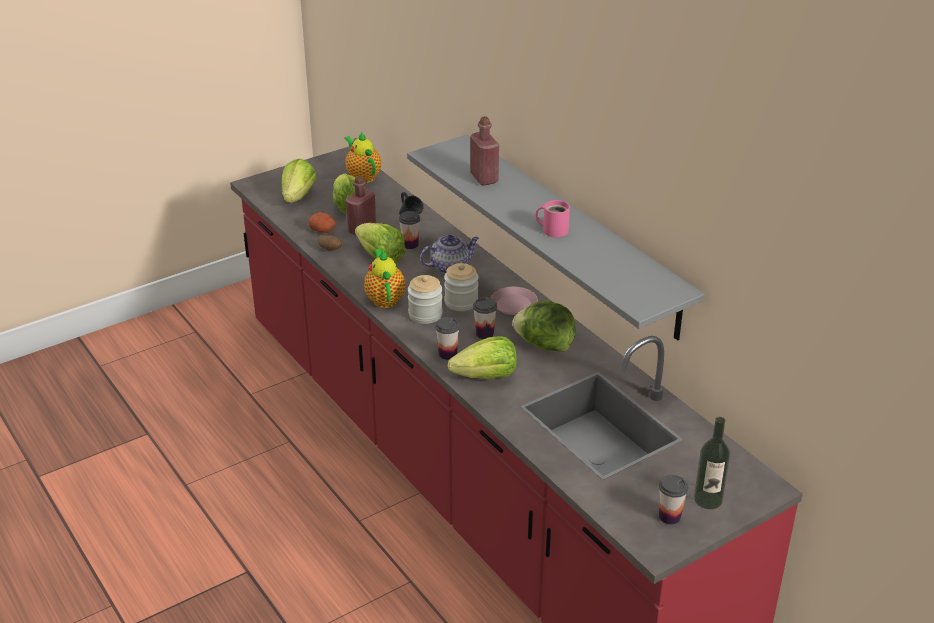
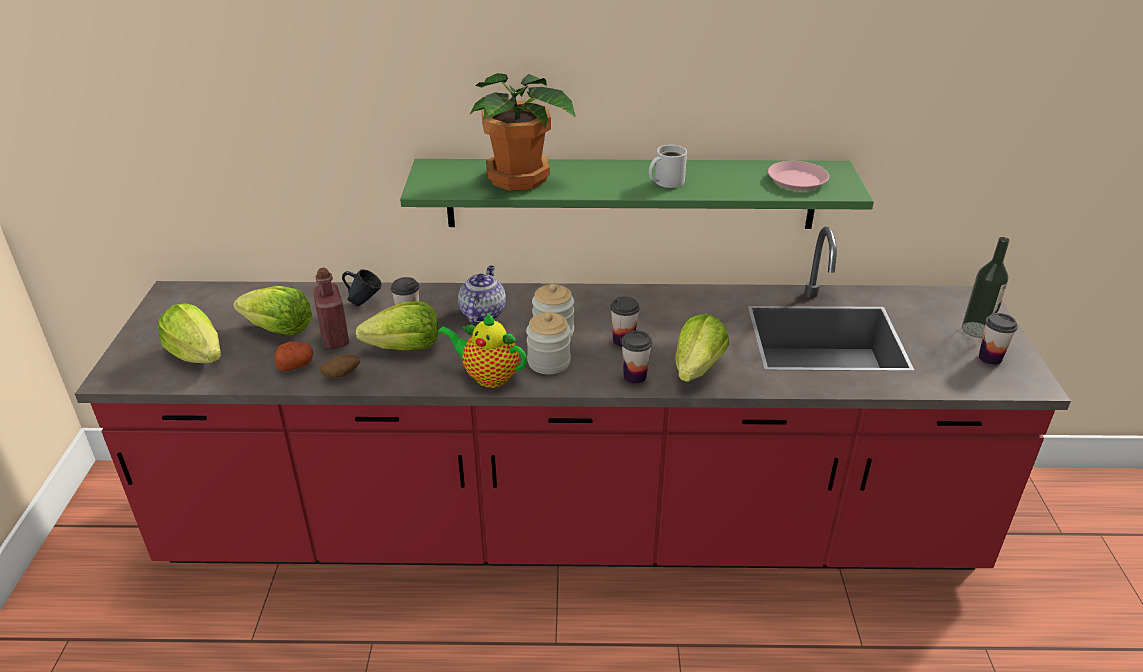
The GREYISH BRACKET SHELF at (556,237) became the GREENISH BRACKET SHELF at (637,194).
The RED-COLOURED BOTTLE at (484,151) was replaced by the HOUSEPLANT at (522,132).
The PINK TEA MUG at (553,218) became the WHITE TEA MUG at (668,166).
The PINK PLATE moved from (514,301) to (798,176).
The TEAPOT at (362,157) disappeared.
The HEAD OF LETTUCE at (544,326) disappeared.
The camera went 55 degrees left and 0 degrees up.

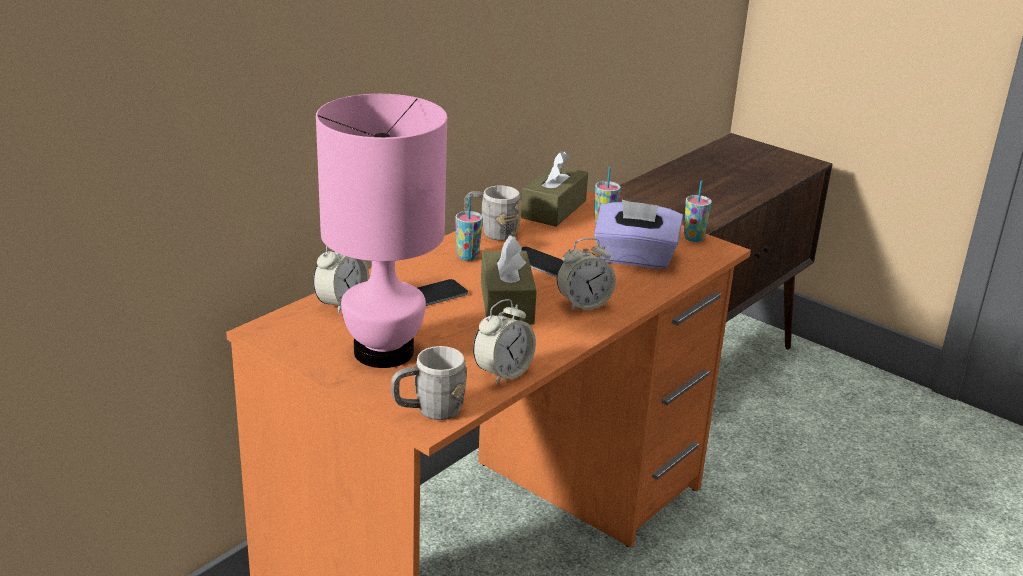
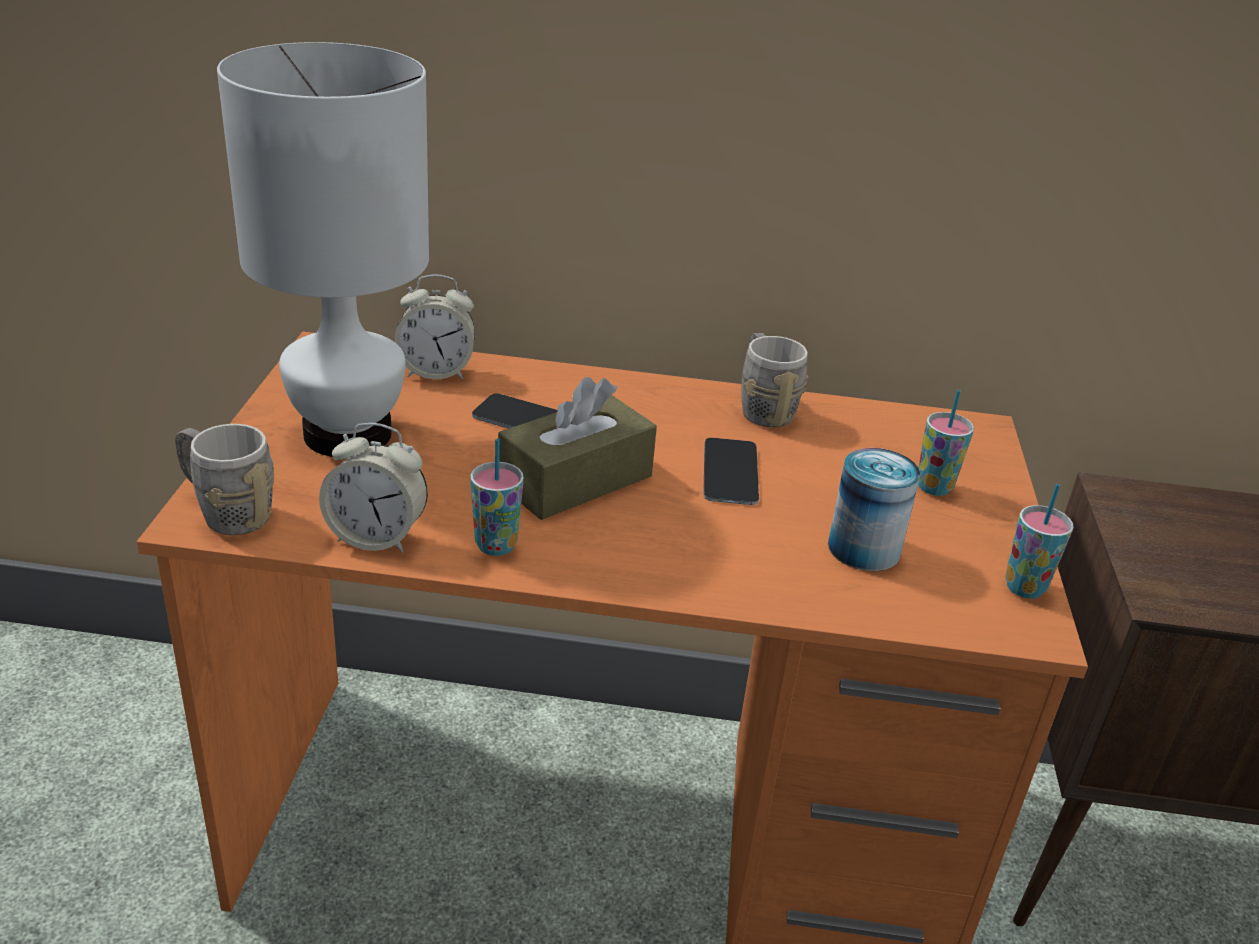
The PINK TABLE LAMP at (381,231) became the WHITE TABLE LAMP at (323,249).
The DRINKING CUP moved from (469,228) to (497,497).
The PURPLE TISSUE HOLDER at (638,234) was replaced by the METAL CAN at (874,509).
The BROWN TISSUE HOLDER at (554,189) disappeared.
The BEDSIDE CLOCK at (586,275) disappeared.
The camera went 55 degrees right and 5 degrees up.

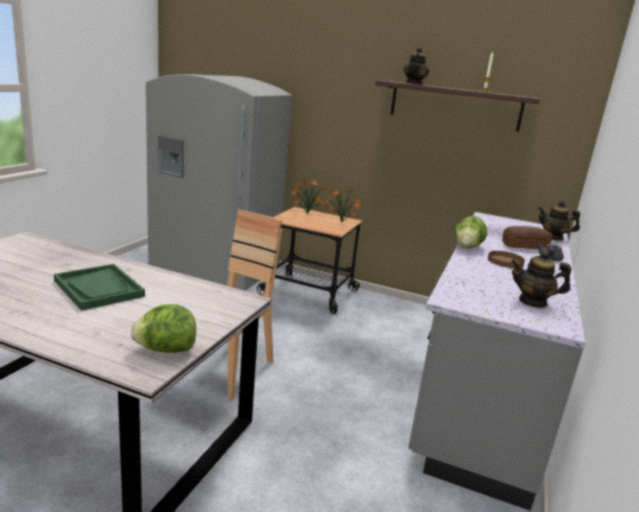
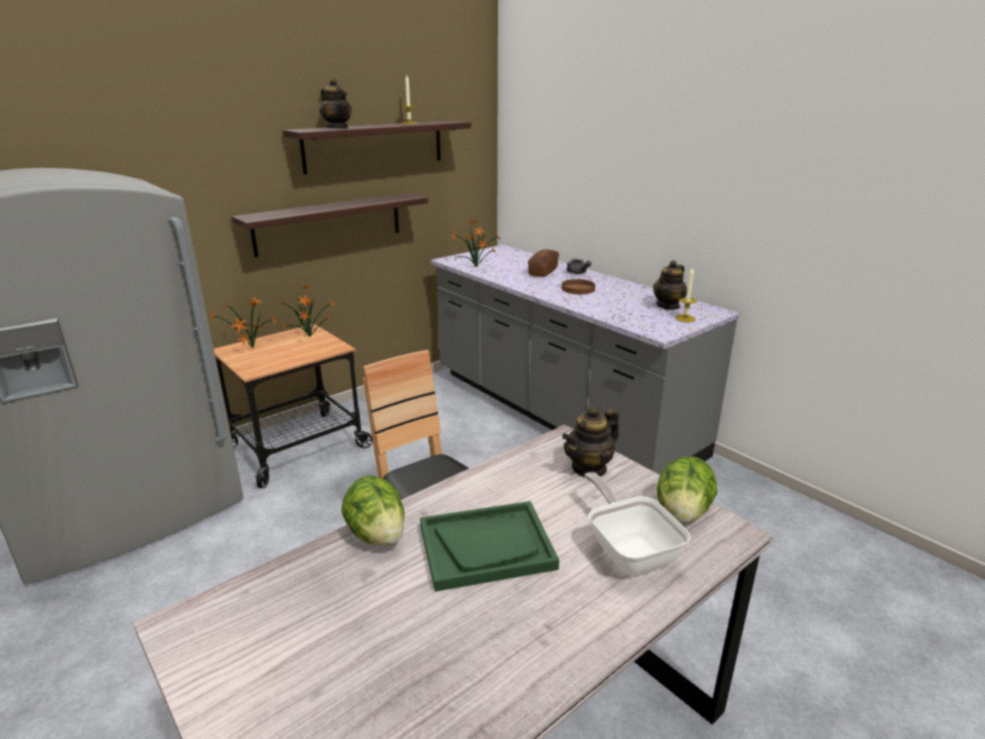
The BRACKET SHELF at (329,225) appeared.
The HEAD OF LETTUCE moved from (470,232) to (373,510).
The HOUSEPLANT at (476,243) appeared.
The TEAPOT moved from (559,220) to (590,442).
The SKILLET at (638,523) appeared.
The CANDLE at (686,294) appeared.
The camera went 60 degrees left and 5 degrees up.

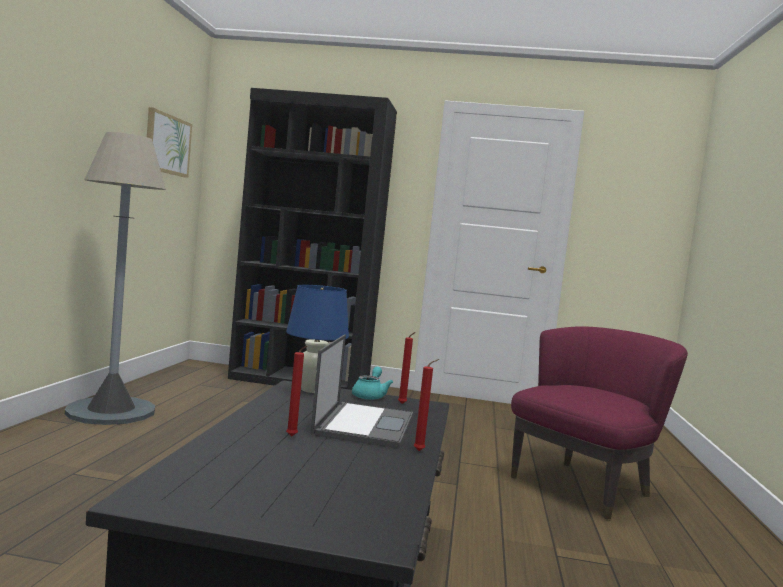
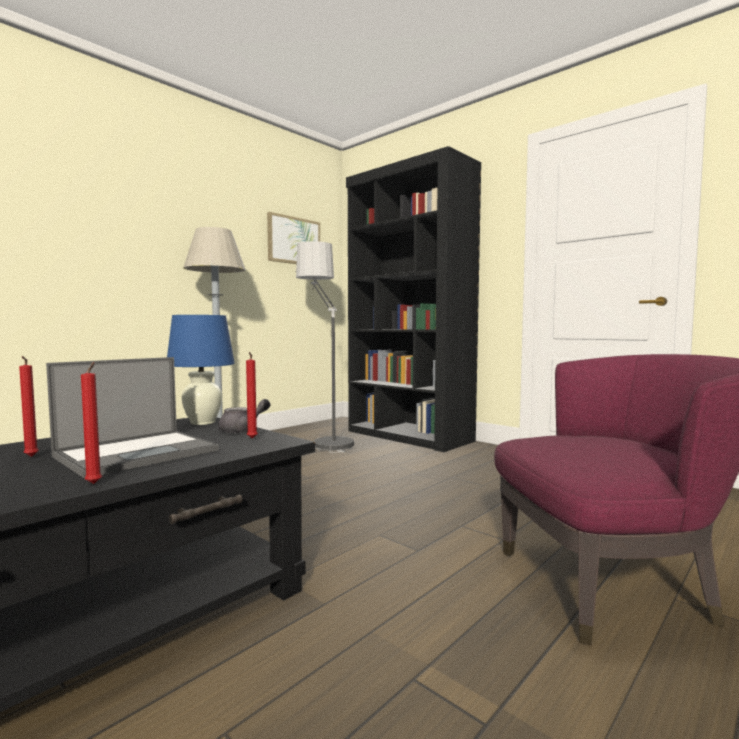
The BLUE-GREEN TEAPOT at (372,383) became the GREYISH TEAPOT at (244,416).
The STANDING LAMP at (324,347) appeared.
The camera went 35 degrees right and 0 degrees up.

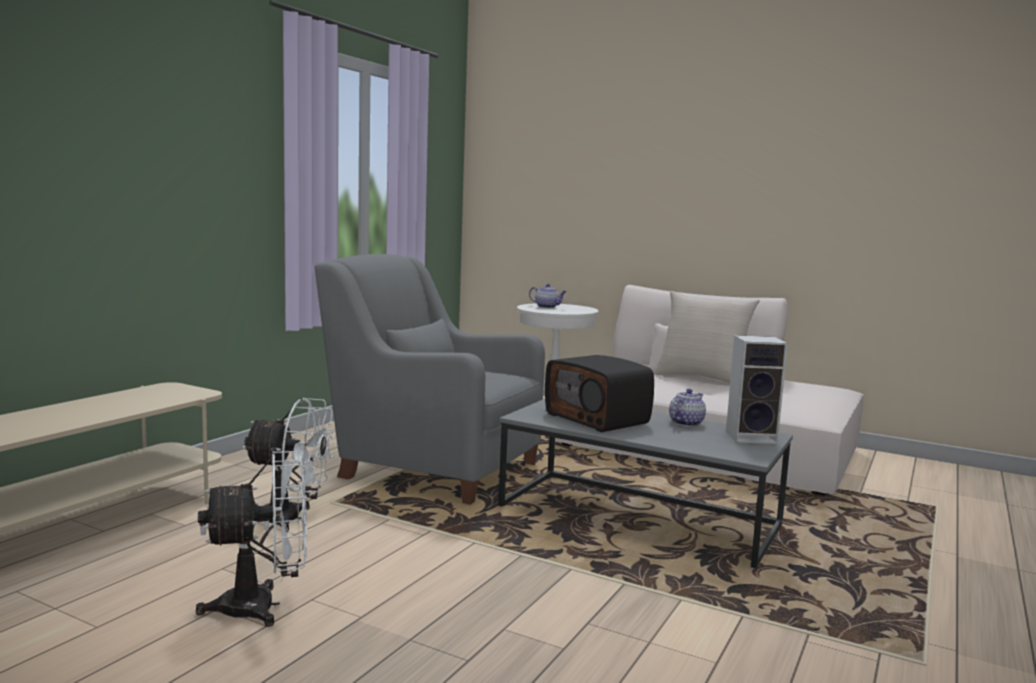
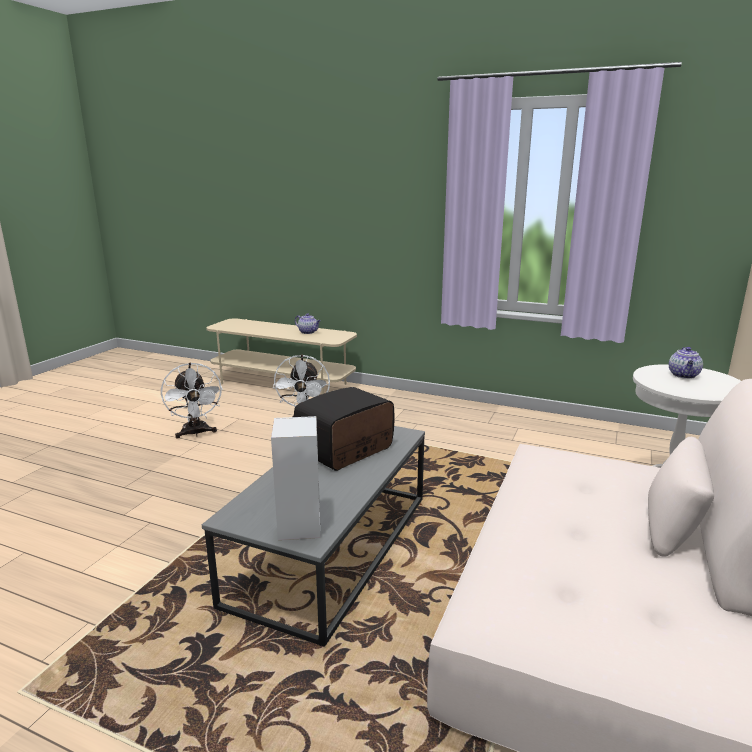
The TEAPOT moved from (687,408) to (308,323).
The GREYISH EASY CHAIR at (430,379) disappeared.
The BEIGE-COLOURED THROW PILLOW at (707,337) disappeared.
The camera went 85 degrees right and 10 degrees up.

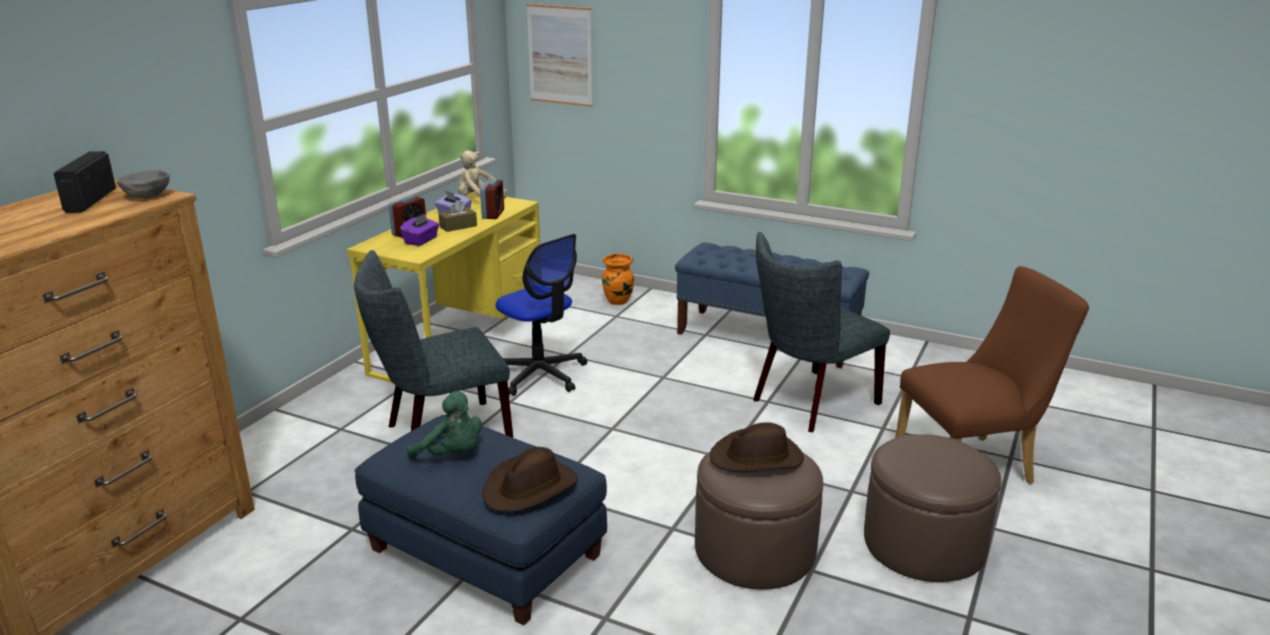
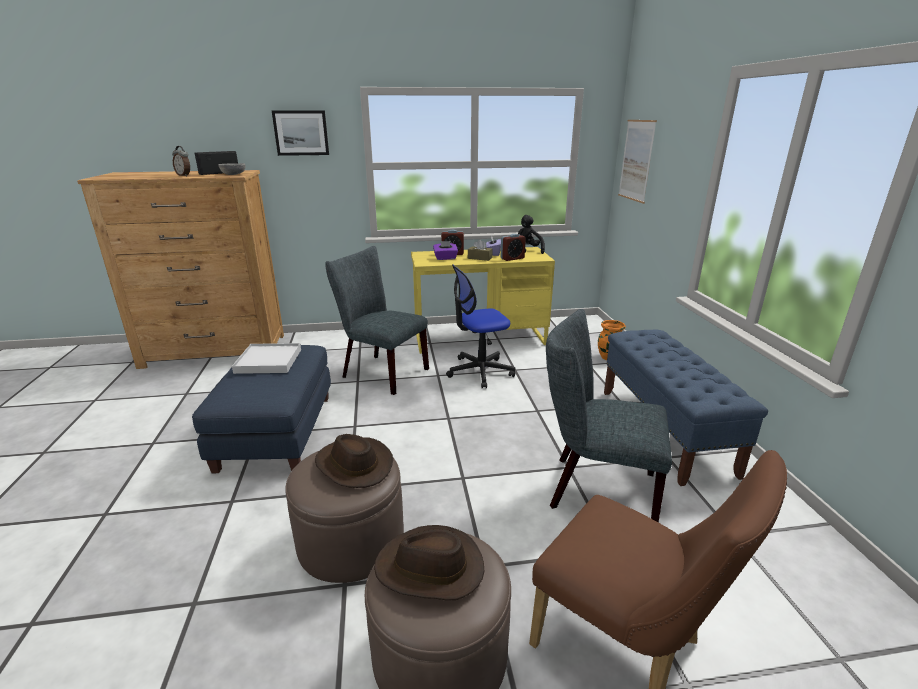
The BEDSIDE CLOCK at (181,161) appeared.
The GREENISH SOFT TOY at (444,425) was replaced by the WHITE CARRYING TRAY at (266,358).
The PICTURE at (300,133) appeared.
The BROWN CLOTHING HAT moved from (530,480) to (429,562).
The COMPUTER CHAIR at (541,315) turned 60 degrees clockwise.
The BEIGE-COLOURED SOFT TOY at (482,174) became the BLACKISH SOFT TOY at (531,234).
The camera went 55 degrees right and 0 degrees up.

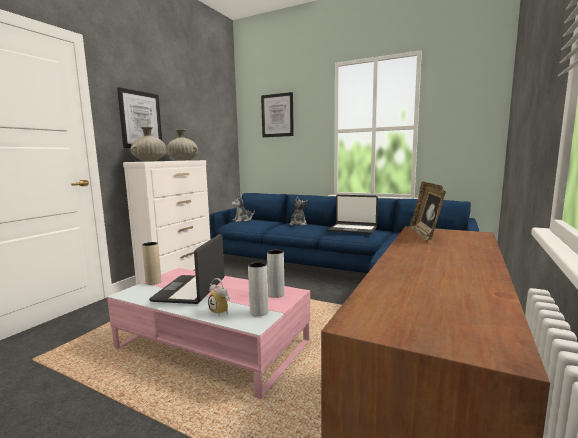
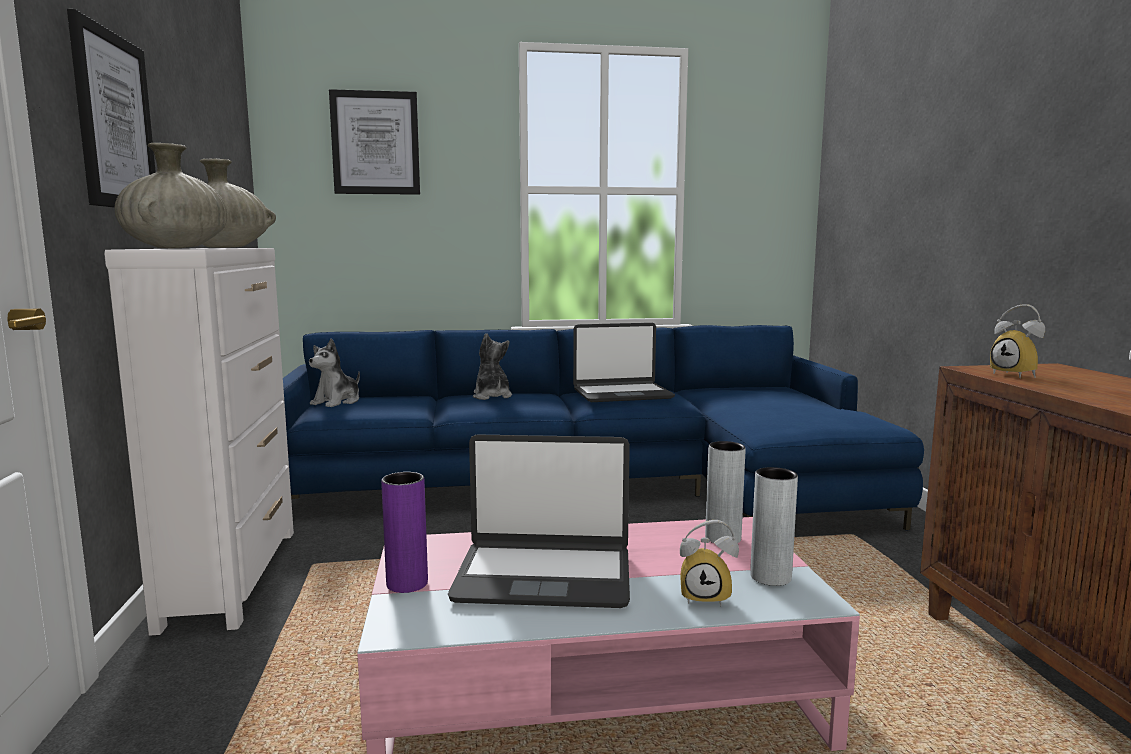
The BEIGE-COLOURED DECORATIVE VASE at (151,263) became the PURPLE DECORATIVE VASE at (404,532).
The PORTABLE COMPUTER at (187,269) turned 60 degrees counterclockwise.
The STANDING FRAME at (428,212) was replaced by the BEDSIDE CLOCK at (1017,341).
The camera went 35 degrees left and 0 degrees up.

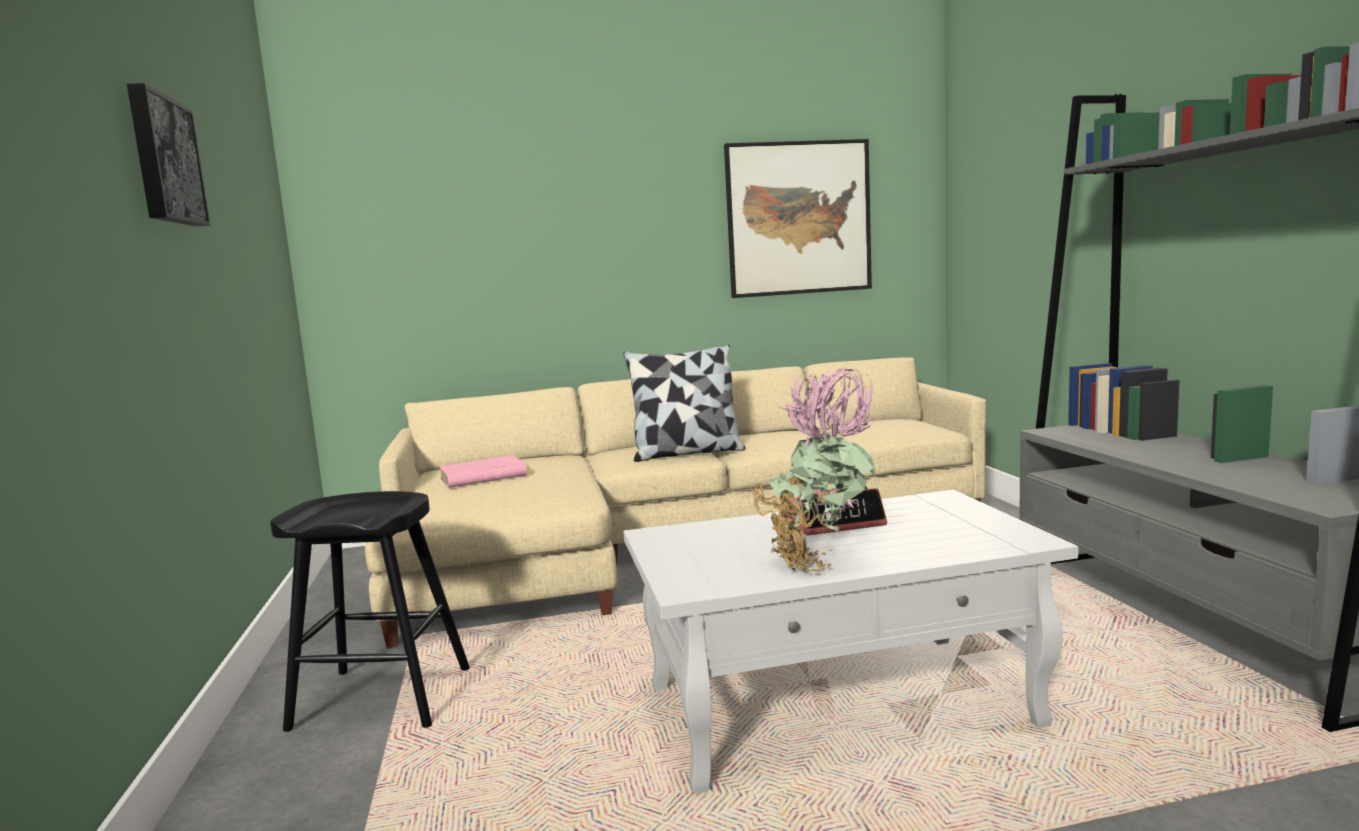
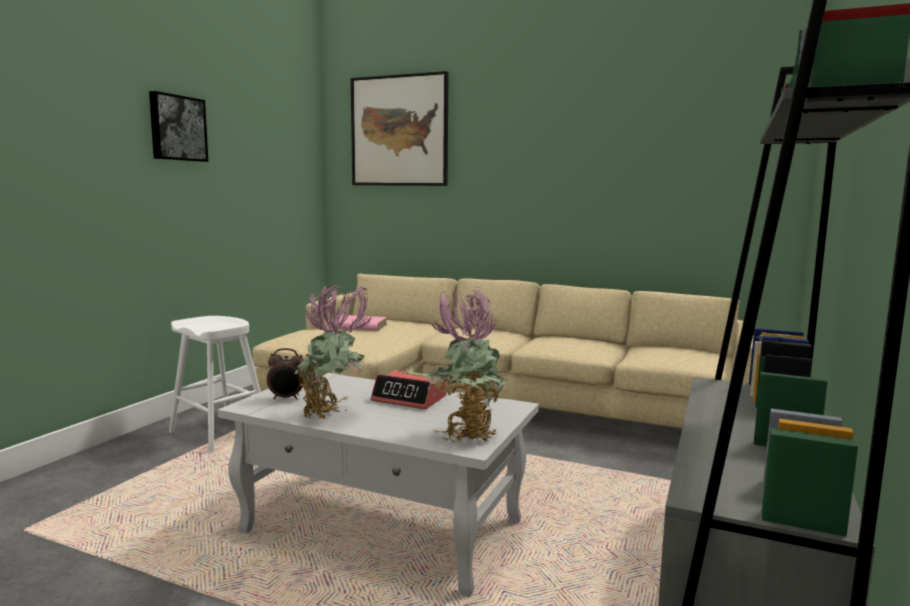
The BLACKISH STOOL SEAT at (370,611) became the WHITE STOOL SEAT at (215,384).
The BEDSIDE CLOCK at (285,374) appeared.
The PICTURE moved from (798,218) to (400,128).
The HOUSEPLANT at (466,364) appeared.
The THROW PILLOW at (684,403) disappeared.
The camera went 35 degrees right and 0 degrees up.

